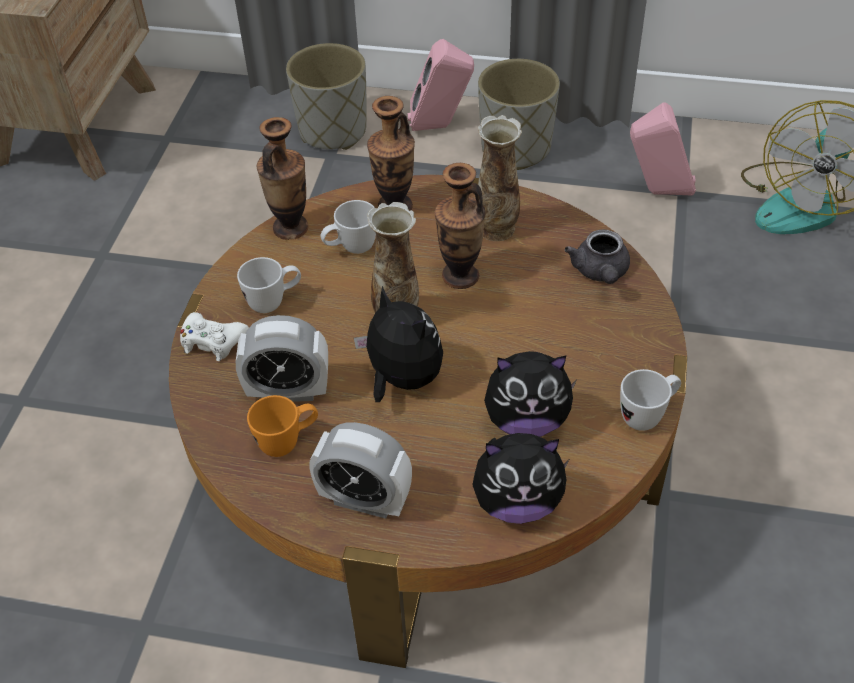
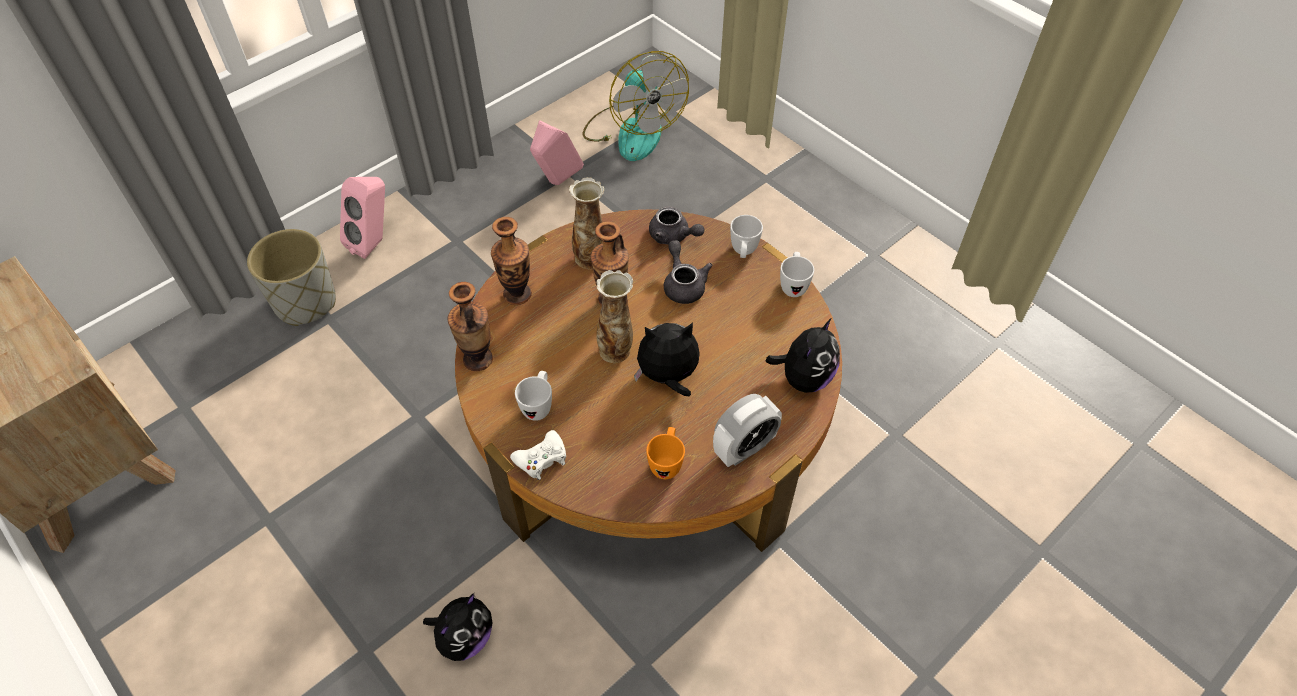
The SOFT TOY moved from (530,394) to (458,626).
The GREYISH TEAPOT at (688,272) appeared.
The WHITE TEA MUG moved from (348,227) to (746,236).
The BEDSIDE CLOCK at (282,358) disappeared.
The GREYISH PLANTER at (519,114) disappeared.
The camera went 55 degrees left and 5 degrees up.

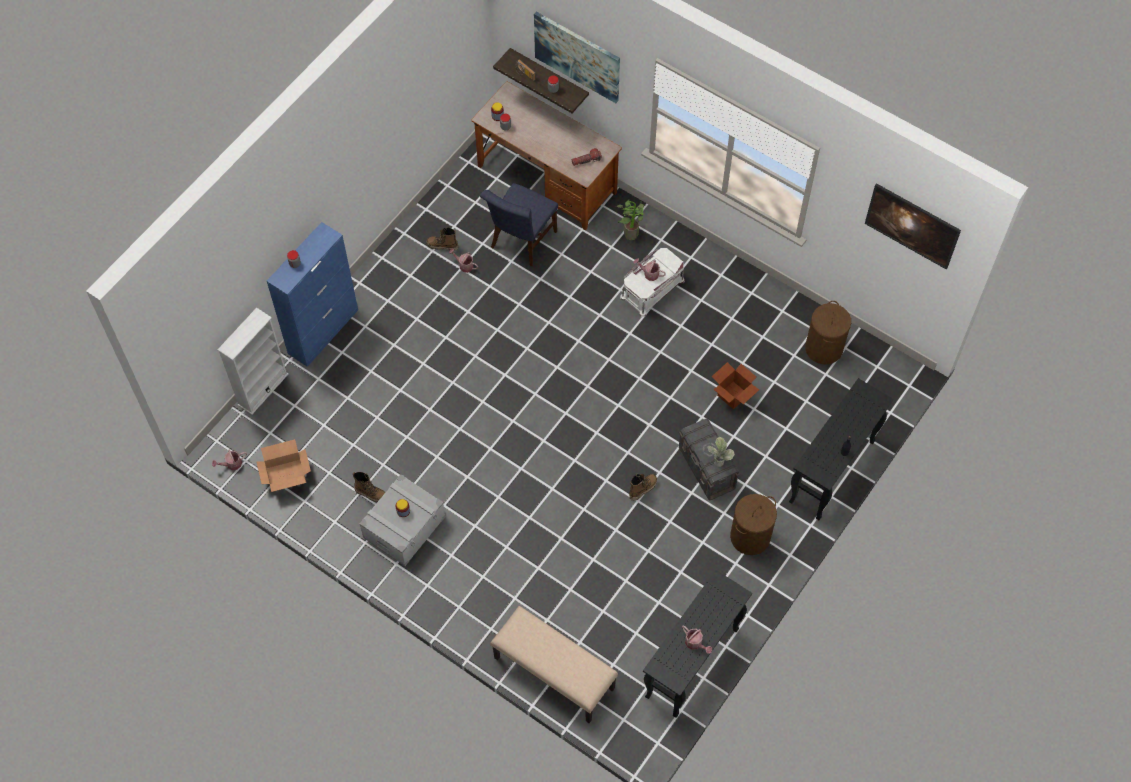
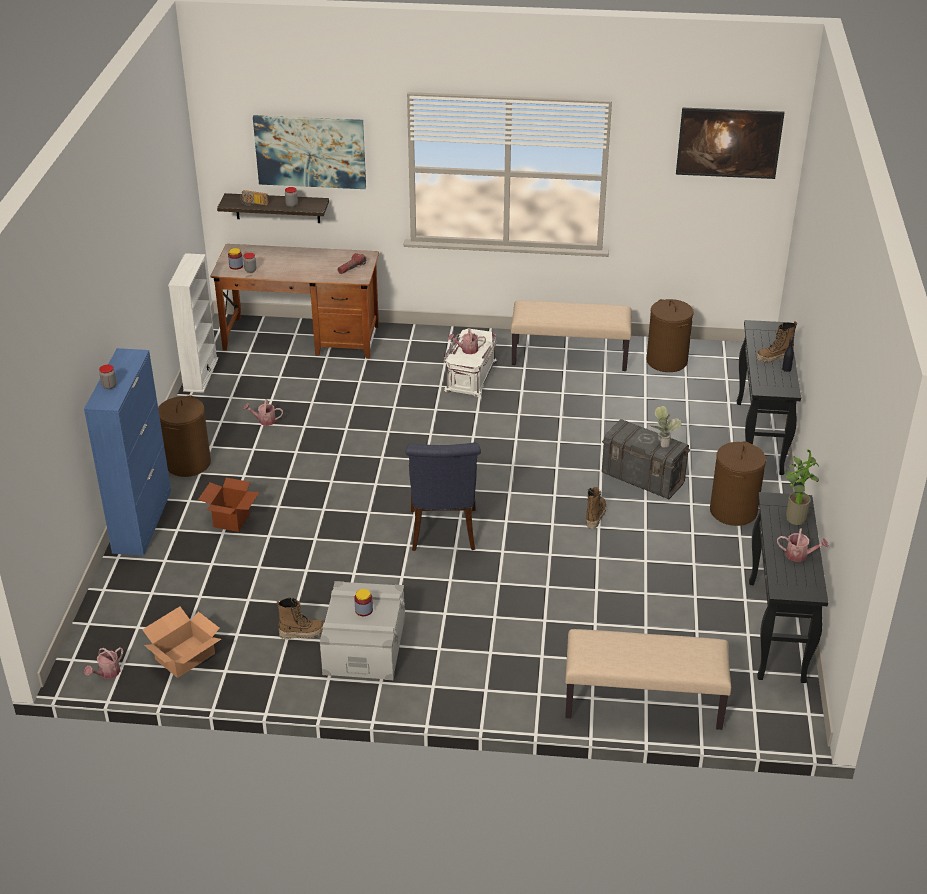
The BROWN LAUNDRY BASKET at (184,436) appeared.
The WHITE BOOKCASE moved from (253,361) to (193,323).
The CARTON moved from (735,386) to (228,505).
The BLUE-COLOURED PLAIN CHAIR moved from (519,225) to (443,496).
The BEIGE-COLOURED LONG SEAT at (571,335) appeared.
The HIGH-TOP BOOT moved from (442,238) to (776,342).
The HOUSEPLANT moved from (630,219) to (802,487).
The camera went 30 degrees left and 25 degrees down.

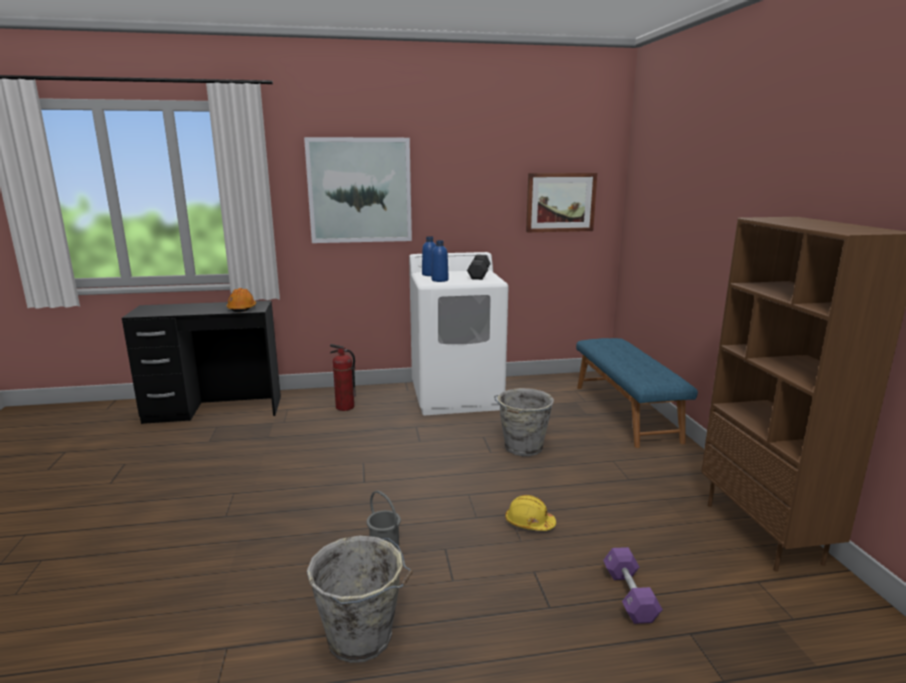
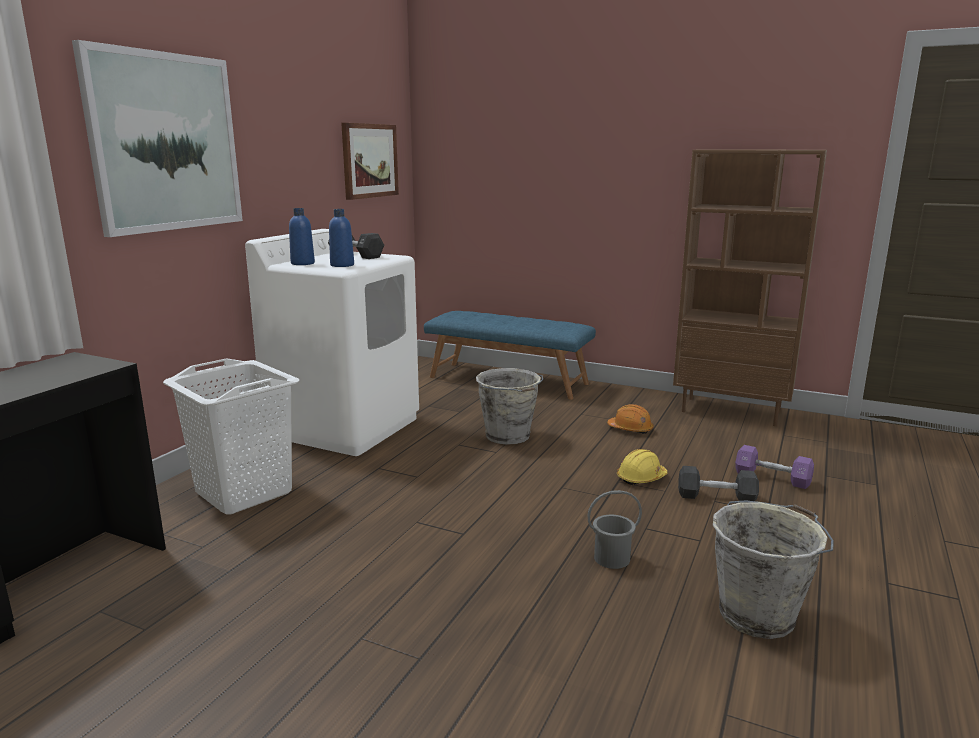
The FIRE-FIGHTING CYLINDER at (343,377) was replaced by the WHITE LAUNDRY BASKET at (231,436).
The ORANGE-COLOURED WORK HELMET moved from (241,300) to (630,419).
The BLACKISH DUMBBELL at (718,483) appeared.
The camera went 55 degrees left and 0 degrees up.

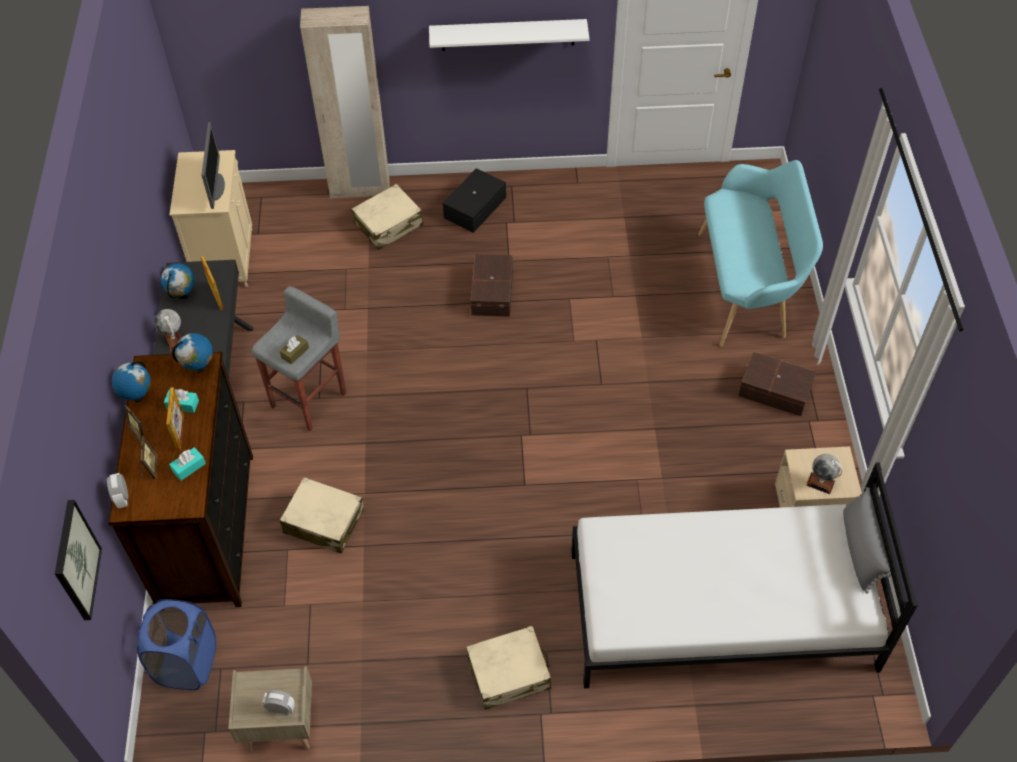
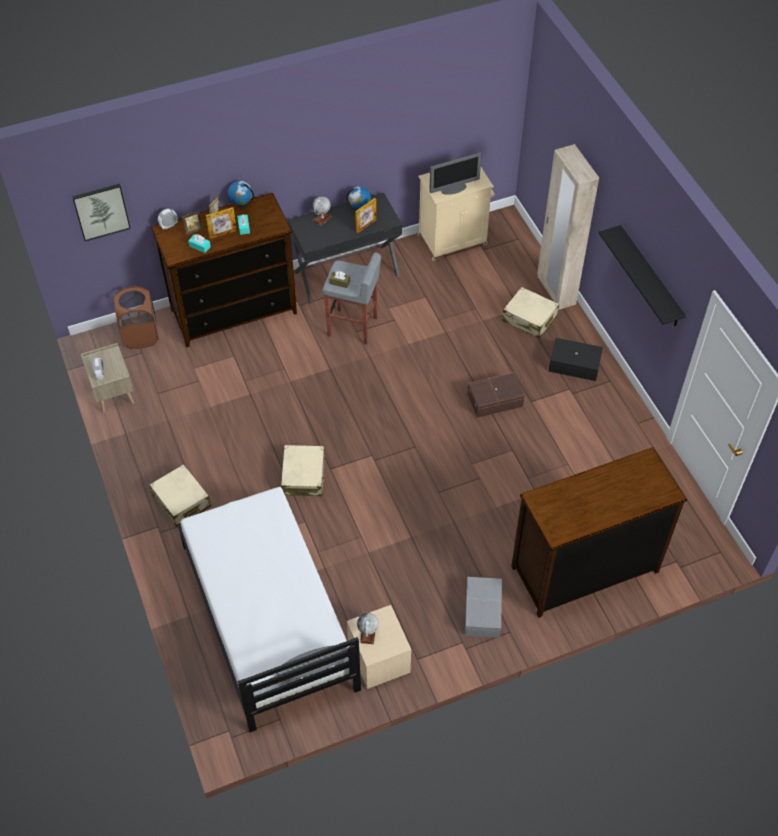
The BLUE-COLOURED LAUNDRY BASKET at (176,644) became the BROWN LAUNDRY BASKET at (136,317).
The BEIGE-COLOURED SUITCASE moved from (322,515) to (303,470).
The BROWN STORAGE BIN at (777,384) became the GREYISH STORAGE BIN at (483,607).
The BLUE-GREEN LONG SEAT at (760,253) was replaced by the DRESSER at (599,532).
The WHITE BRACKET SHELF at (509,35) became the BLACKISH BRACKET SHELF at (642,275).
The GLOBE at (192,353) disappeared.
The camera went 70 degrees right and 0 degrees up.

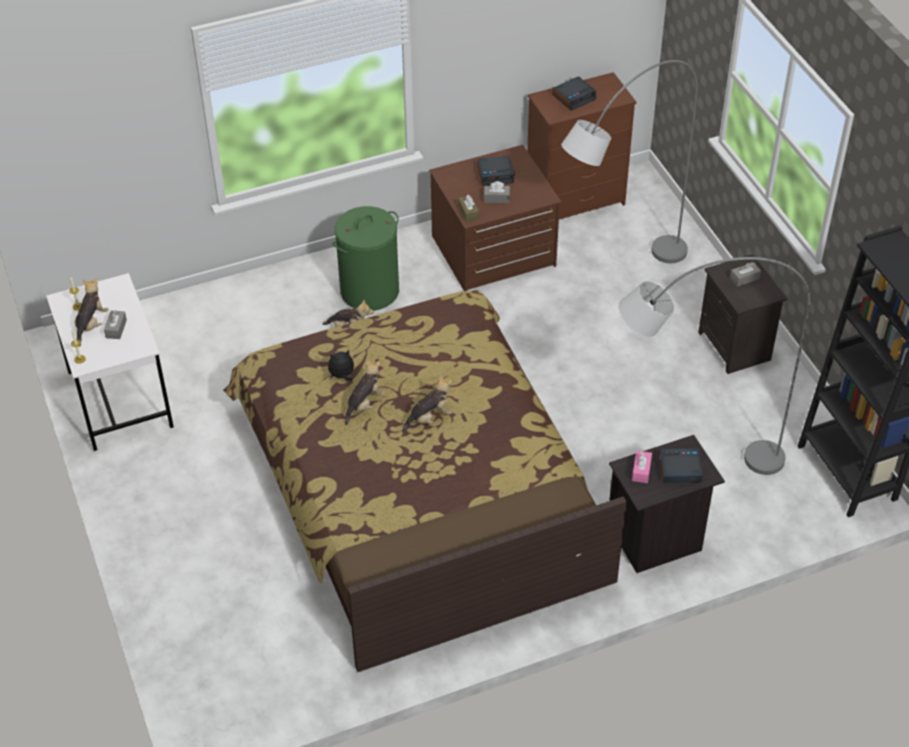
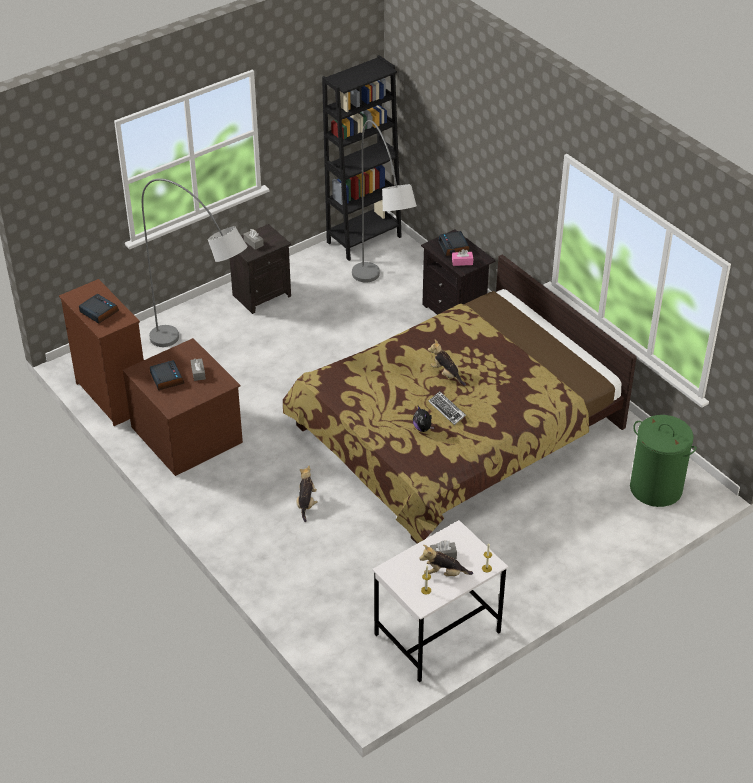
The SOFT TOY at (365,392) was replaced by the COMPUTER KEYBOARD at (447,408).
The GREENISH LAUNDRY BASKET moved from (365,258) to (663,461).
The BROWN TISSUE HOLDER at (468,208) disappeared.
The camera went 105 degrees left and 5 degrees down.

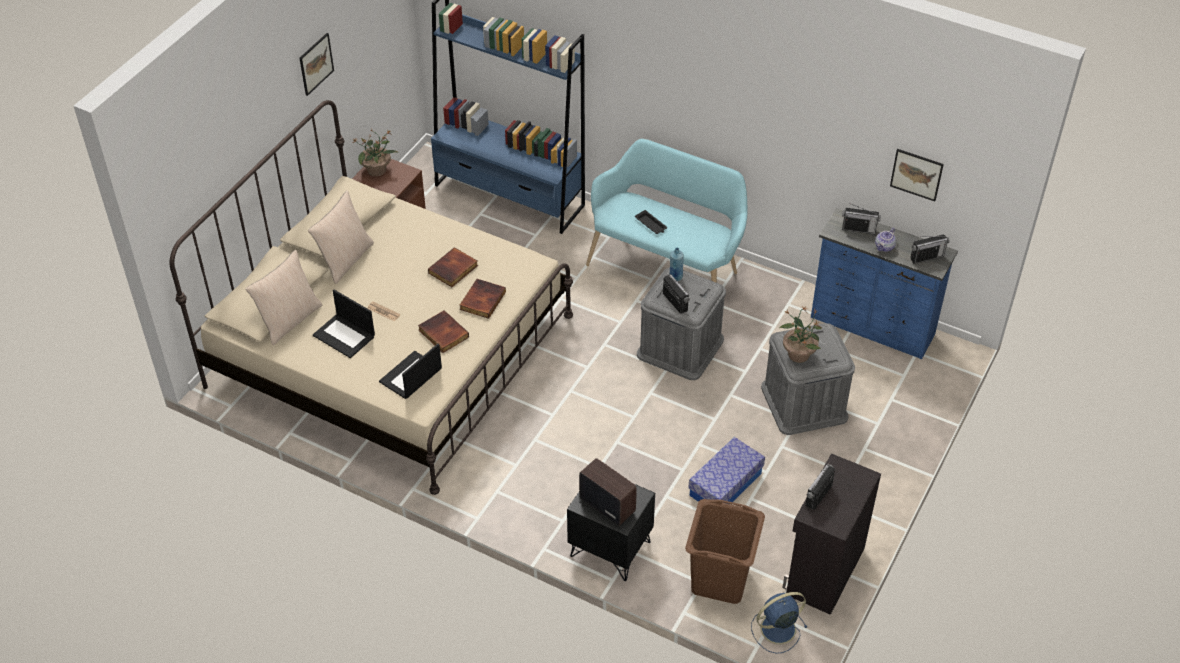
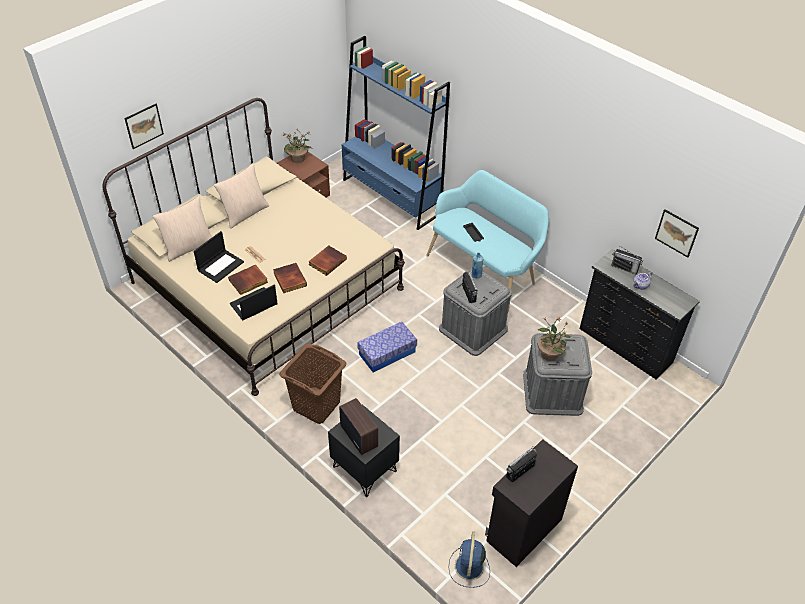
The PICTURE moved from (317,64) to (144,126).
The PORTABLE COMPUTER at (344,324) turned 105 degrees counterclockwise.
The VOLUME moved from (453,267) to (248,279).
The BROWN LAUNDRY BASKET moved from (725,551) to (312,383).
The STORAGE BIN moved from (726,470) to (387,346).
The BLUE-COLOURED COOLING FAN at (779,622) turned 75 degrees counterclockwise.
The BLUE-COLOURED DRESSER at (884,283) became the BLACKISH DRESSER at (640,314).
The RADIO RECEIVER at (930,249) disappeared.
The camera went 15 degrees right and 0 degrees up.

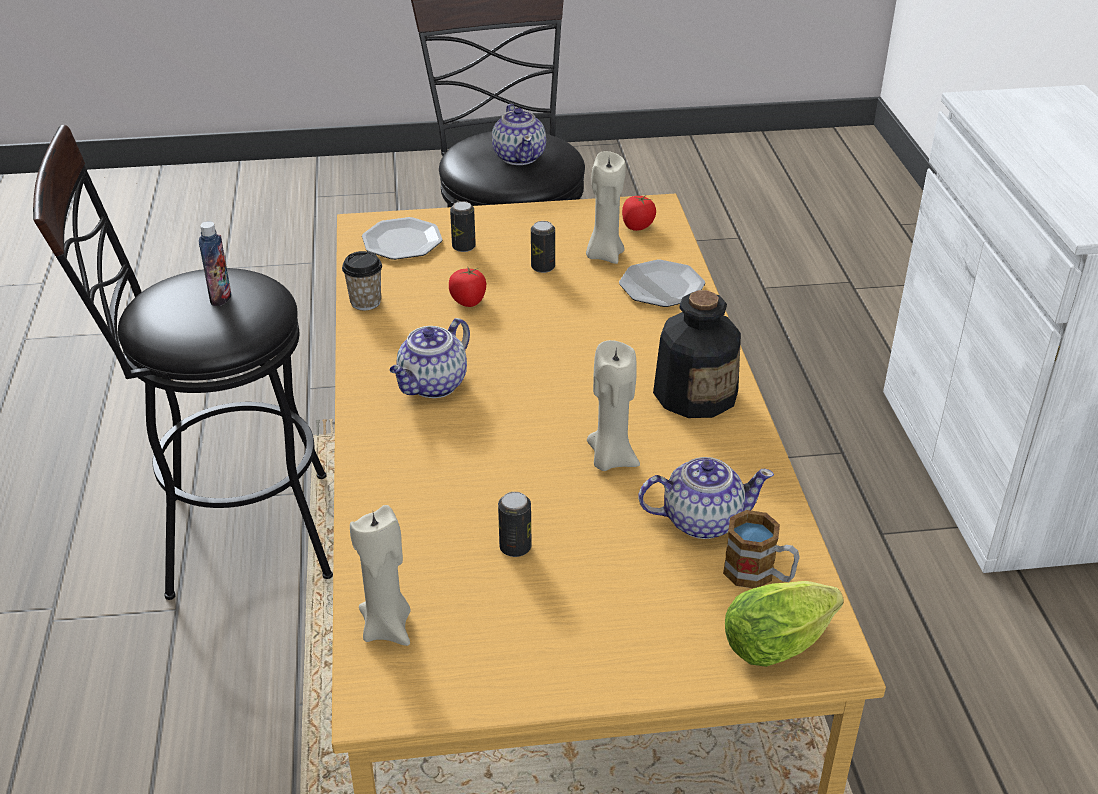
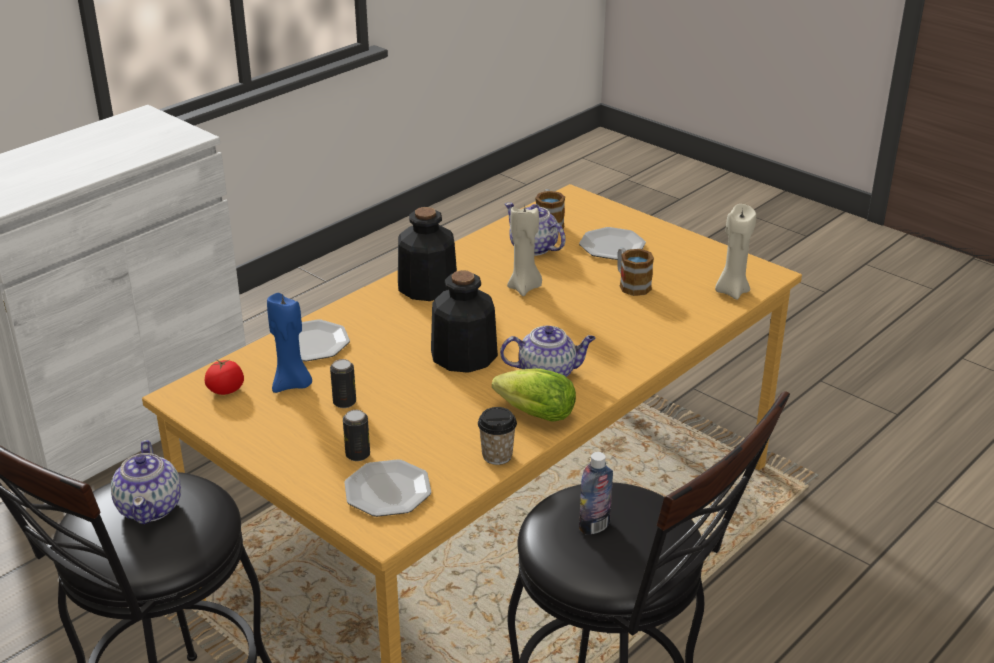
The TEAPOT at (519,134) turned 135 degrees clockwise.
The BEIGE-COLOURED CANDLE at (606,207) became the BLUE-COLOURED CANDLE at (289,343).
The BOTTLE at (464,321) appeared.
The HEAD OF LETTUCE moved from (784,624) to (534,395).
The PLATE at (612,243) appeared.
The METAL CAN at (515,524) was replaced by the TEA MUG at (635,272).
The FRESH TOMATO at (467,286) disappeared.
The camera went 130 degrees left and 5 degrees down.

